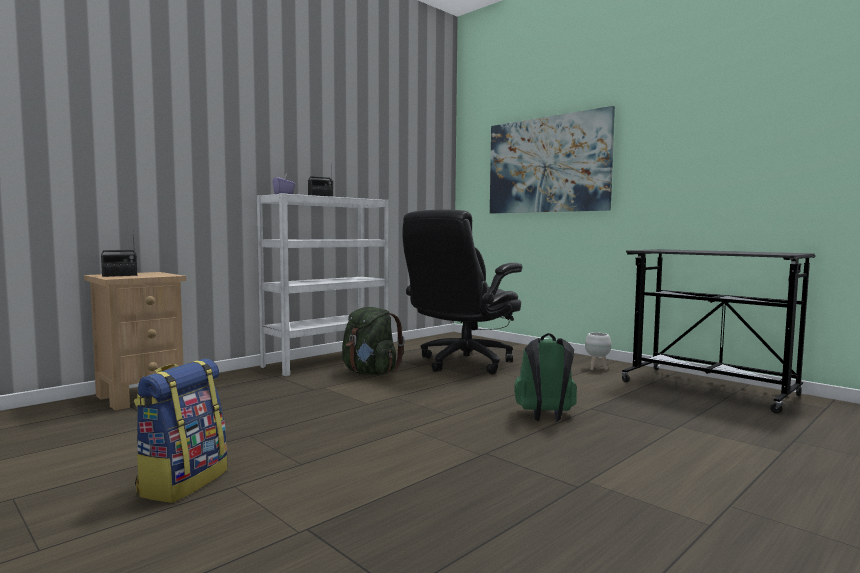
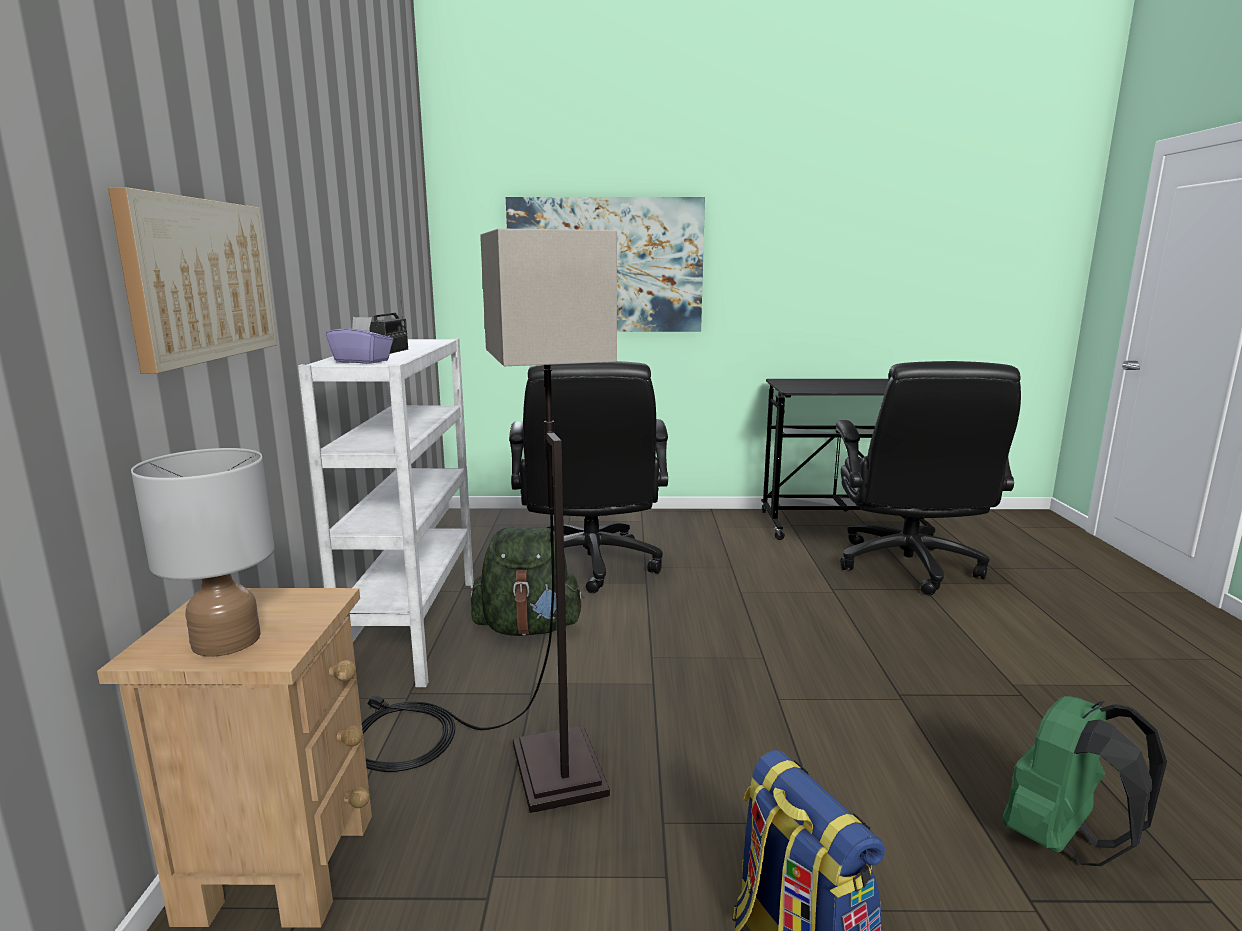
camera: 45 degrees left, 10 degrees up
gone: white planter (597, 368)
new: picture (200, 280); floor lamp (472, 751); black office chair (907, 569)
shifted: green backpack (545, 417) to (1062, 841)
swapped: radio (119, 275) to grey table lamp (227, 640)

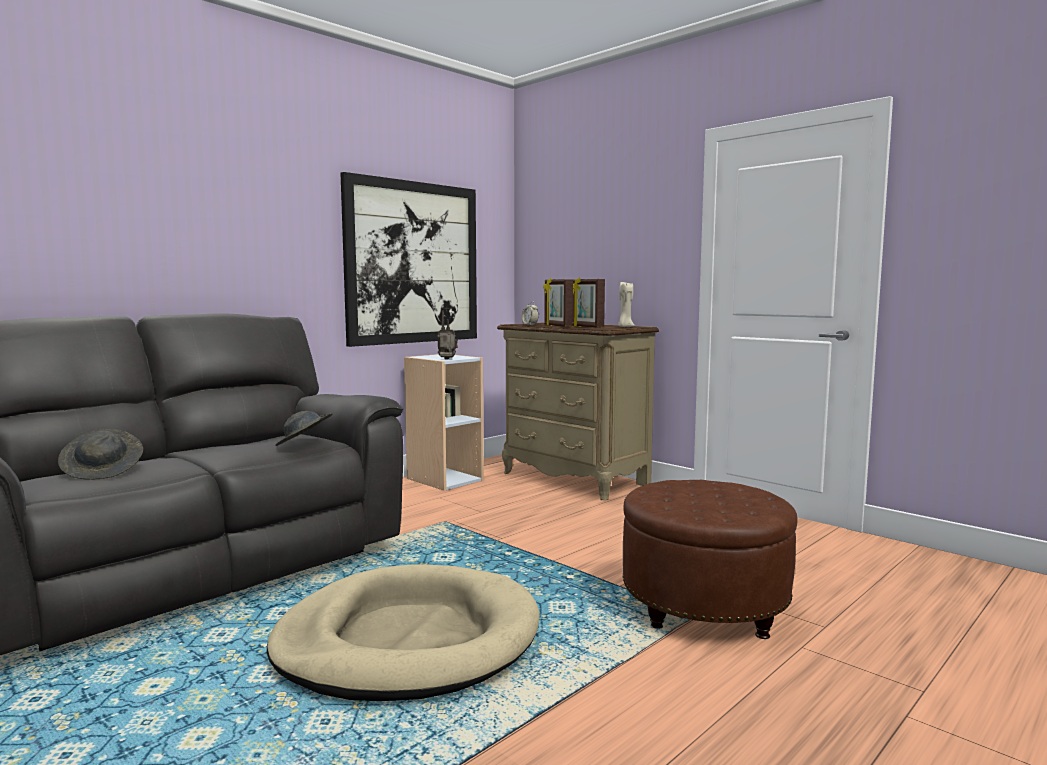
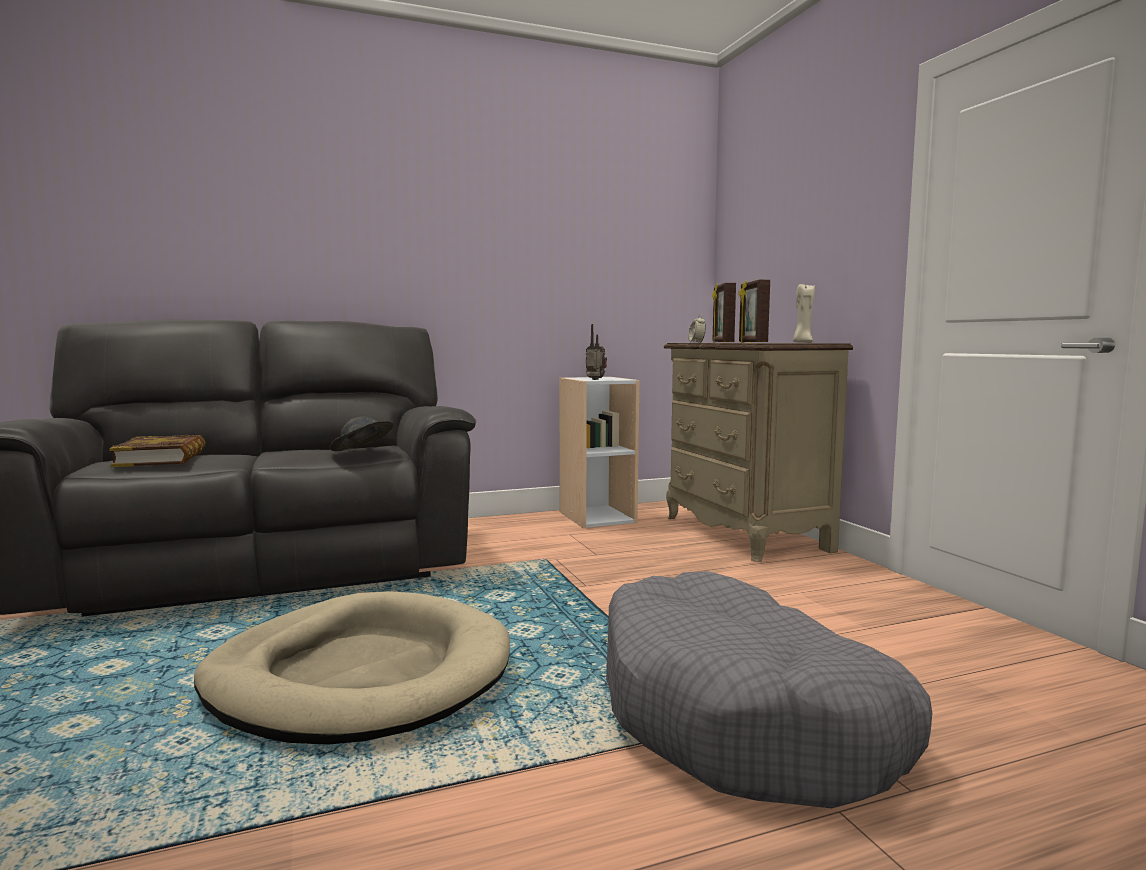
camera: 25 degrees right, 0 degrees up
gone: picture (413, 263)
swapped: grey hat (103, 471) to book (162, 458); brown ottoman (704, 608) to grey dog bed (744, 718)

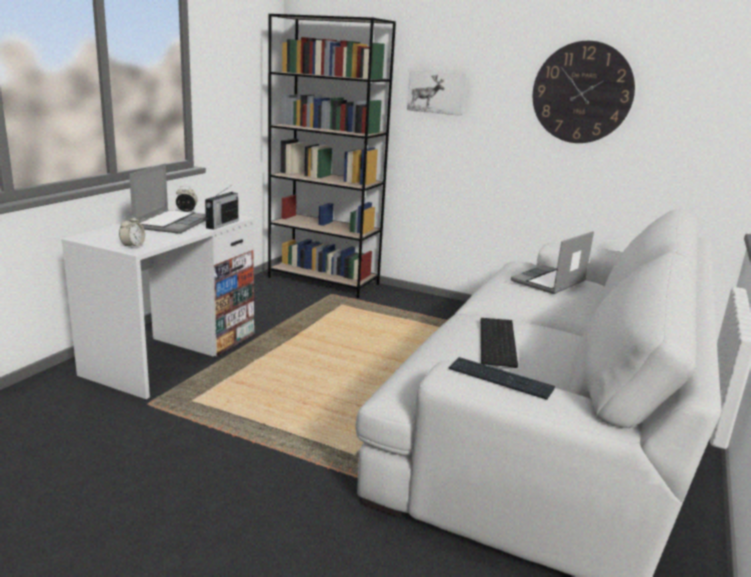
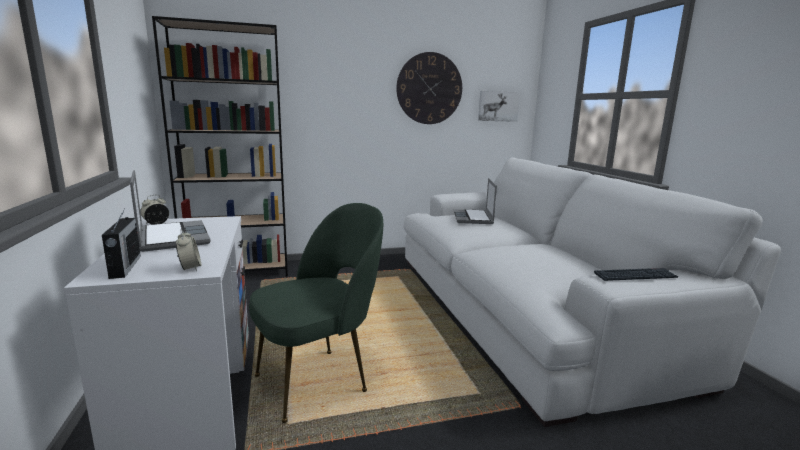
camera: 40 degrees left, 5 degrees down
gone: keyboard (499, 342)
new: green chair (319, 380)
shifted: radio (221, 224) to (125, 267); picture (436, 92) to (498, 106)

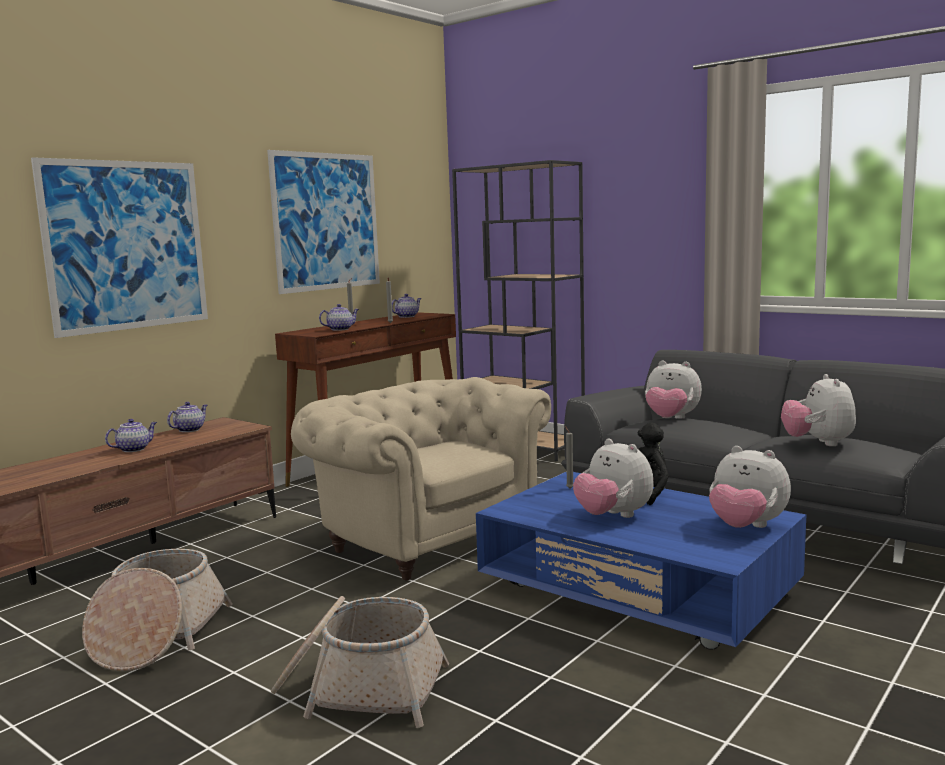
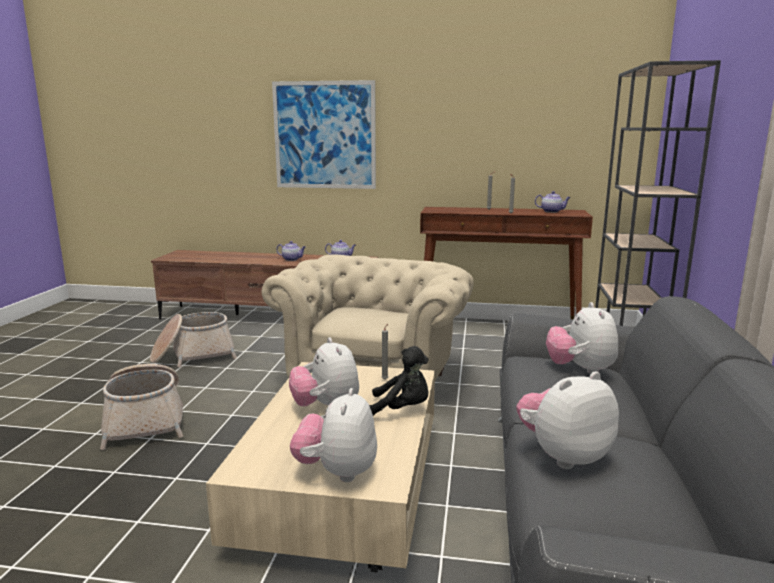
camera: 60 degrees right, 5 degrees up
gone: picture (326, 221); teapot (340, 329)
repainted: blue coffee table (637, 590) to beige coffee table (343, 484)
rotated: plush toy (613, 516) = (326, 407) 45 degrees counterclockwise

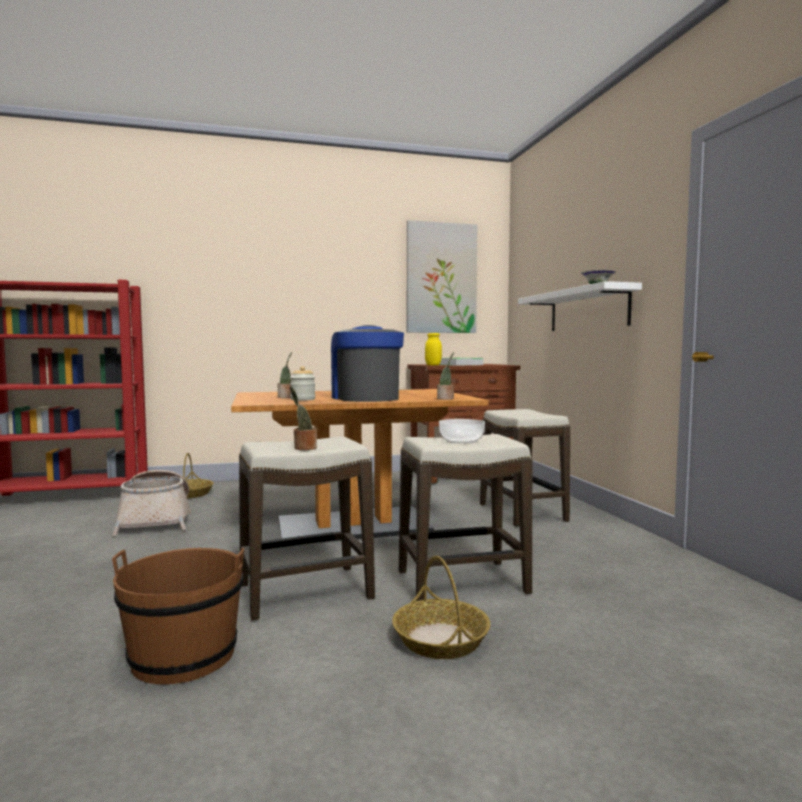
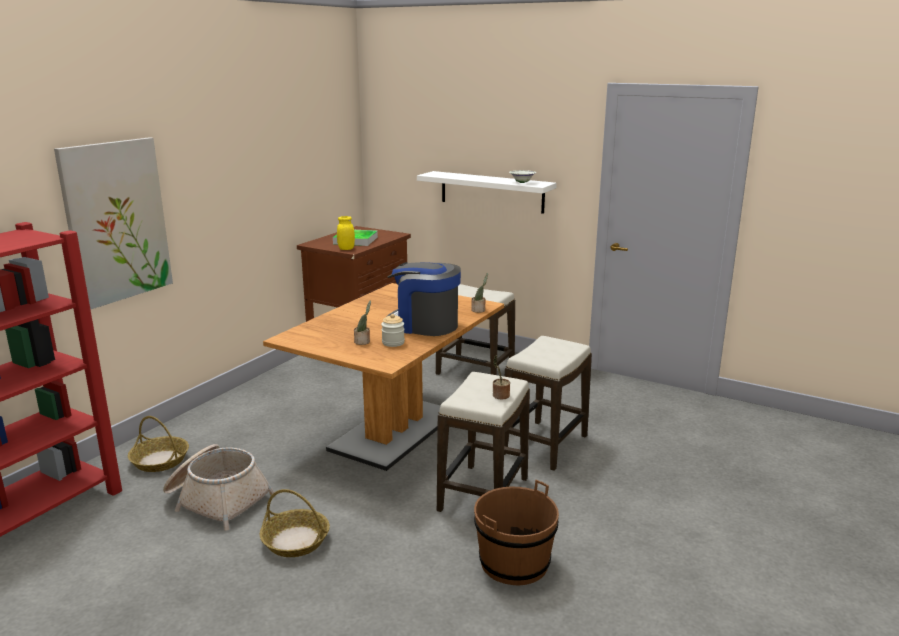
camera: 45 degrees left, 15 degrees up
gone: bowl (461, 441)
shifted: basket (440, 639) to (295, 541); picture (441, 278) to (116, 221)

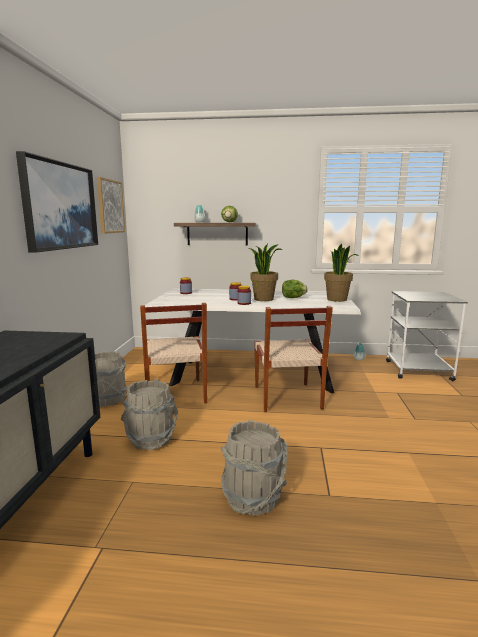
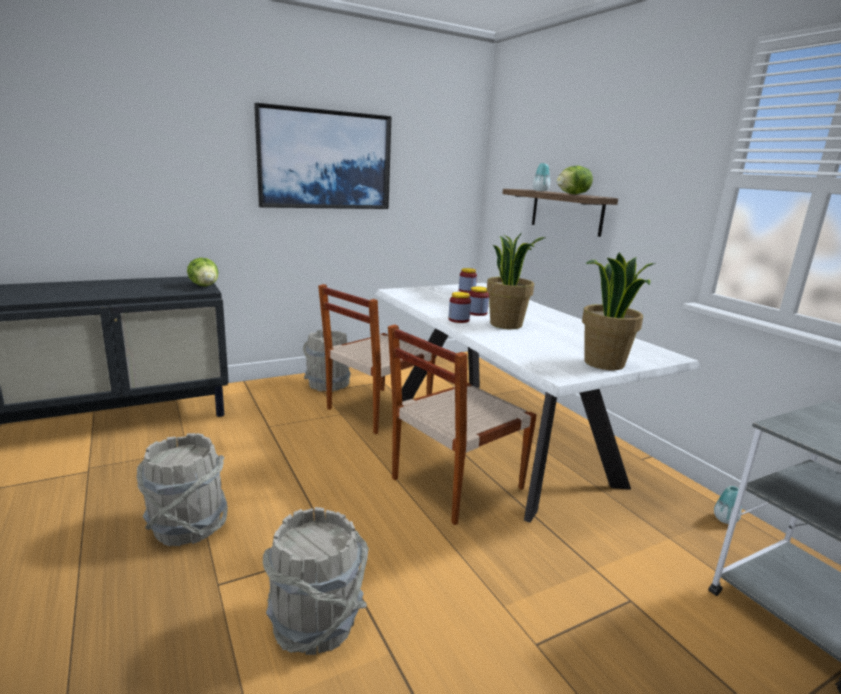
camera: 55 degrees right, 5 degrees up
gone: picture (110, 206)
shifted: grey bucket (151, 439) to (316, 623); lettuce (293, 298) to (204, 286)

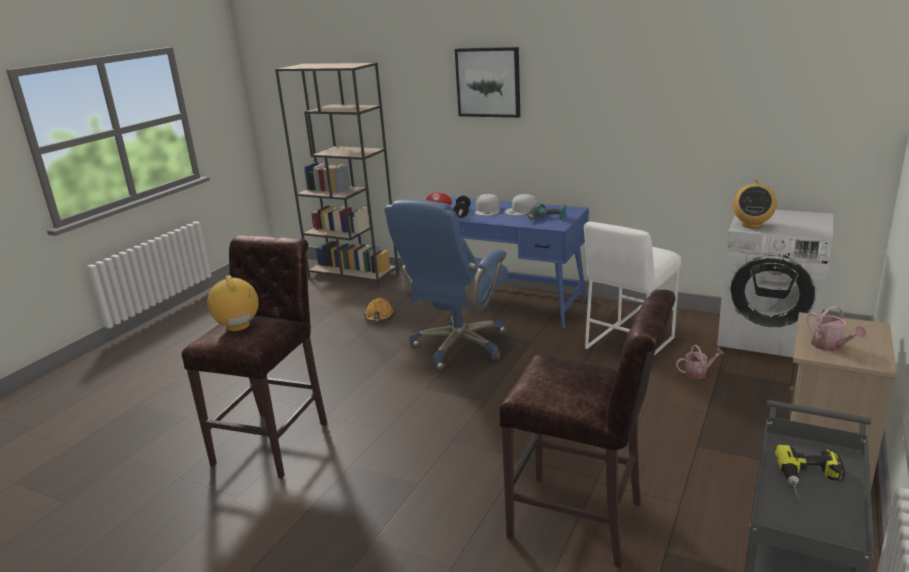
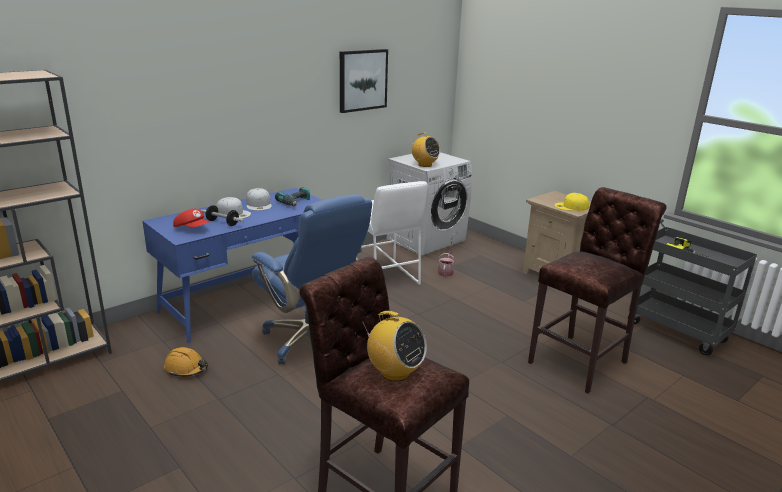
camera: 70 degrees left, 0 degrees up
shifted: picture (488, 82) to (362, 80)
swapped: watering can (830, 346) to yellow cap (571, 206)
rotated: radio (238, 326) = (395, 373) 135 degrees counterclockwise

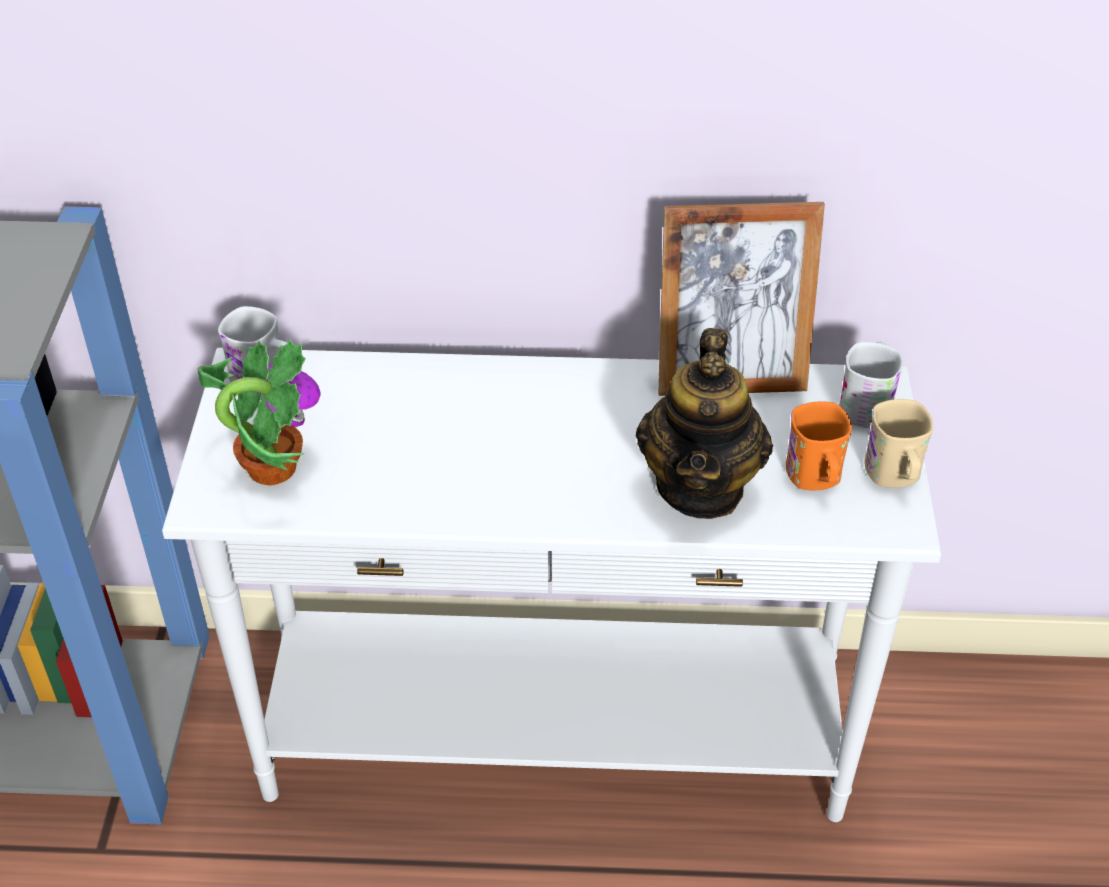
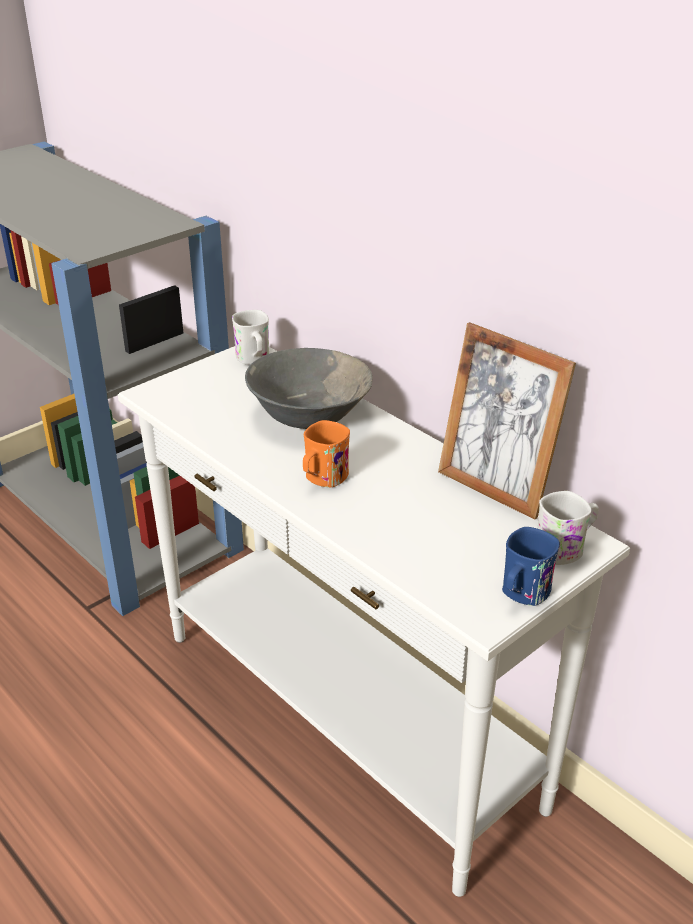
camera: 45 degrees right, 10 degrees down
gone: potted plant (270, 467); teapot (701, 487)
new: grey bowl (309, 415)
shifted: orange mug (816, 479) to (322, 479)
repainted: beige mug (895, 476) to blue mug (522, 594)

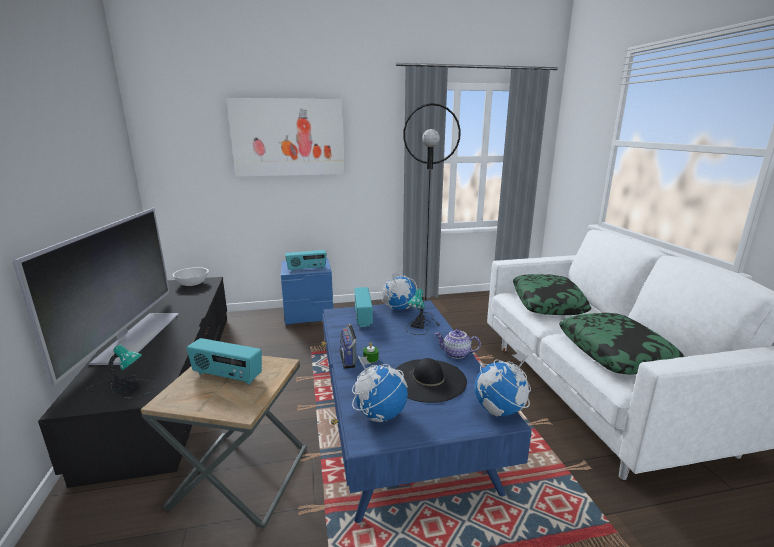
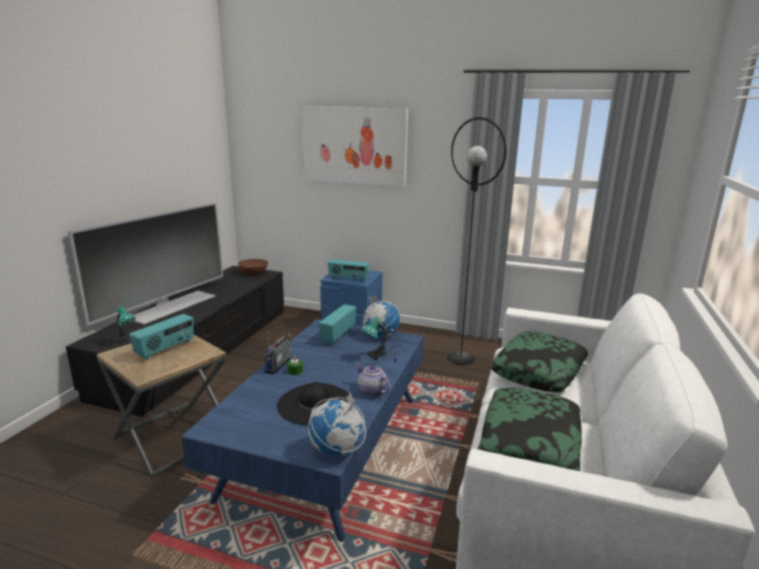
camera: 30 degrees right, 0 degrees up
gone: globe (380, 414)
repainted: white bowl (192, 284) to brown bowl (253, 273)
rotated: radio (227, 376) = (166, 349) 105 degrees counterclockwise

